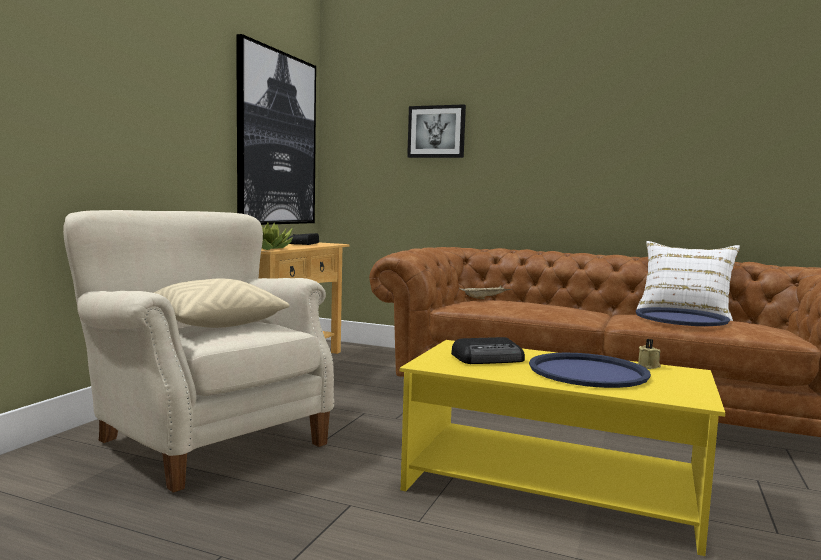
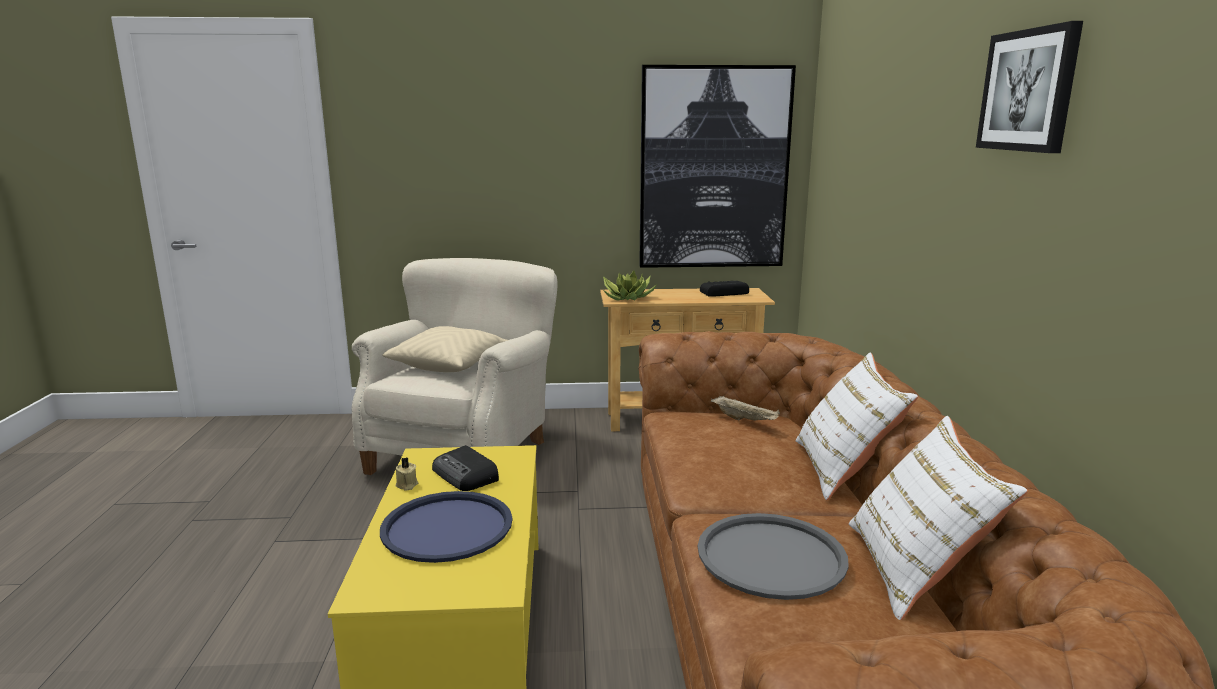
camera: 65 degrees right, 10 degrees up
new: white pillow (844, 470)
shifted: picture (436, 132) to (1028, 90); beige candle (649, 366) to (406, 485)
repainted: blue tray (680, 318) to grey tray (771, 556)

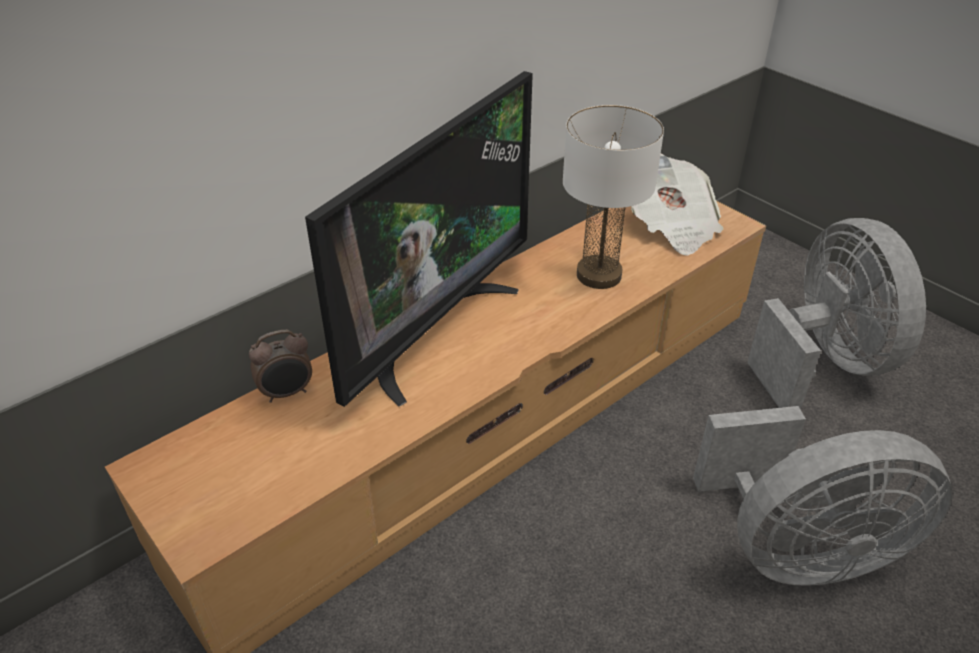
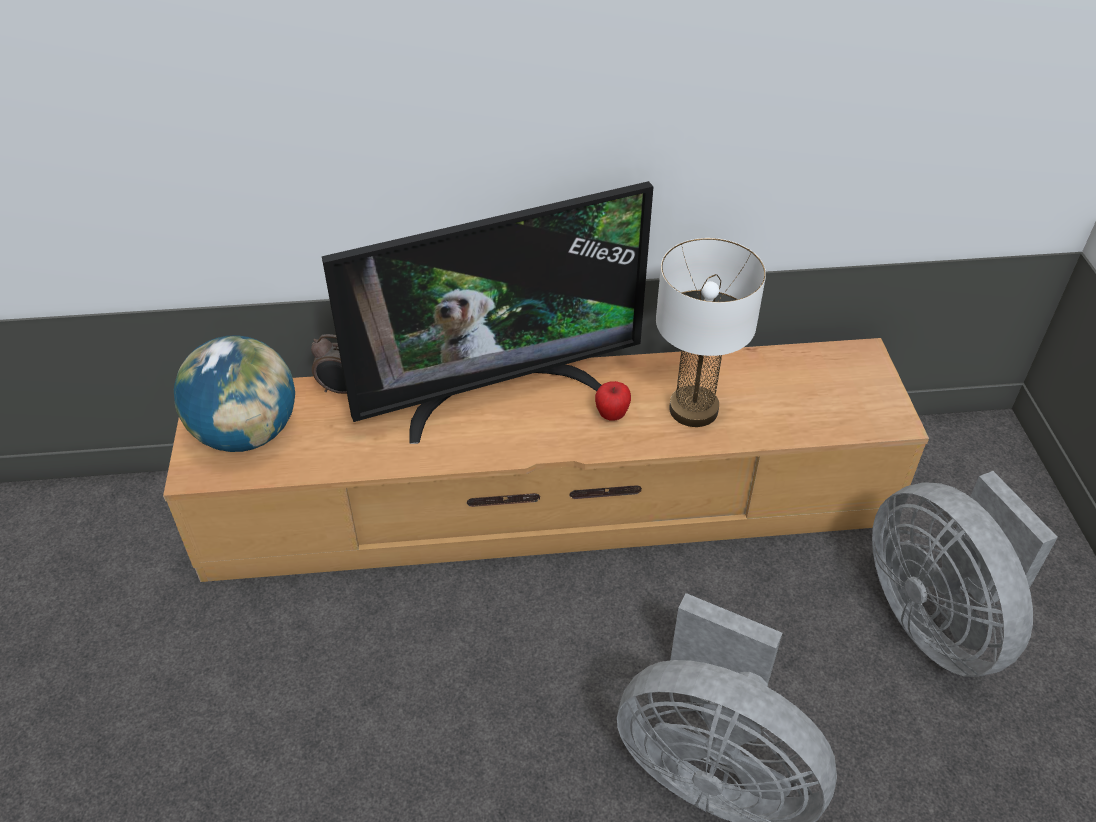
camera: 35 degrees right, 5 degrees up
gone: newspaper (671, 226)
new: globe (247, 433); apple (612, 415)
rotated: grey fan (823, 362) = (937, 619) 135 degrees clockwise

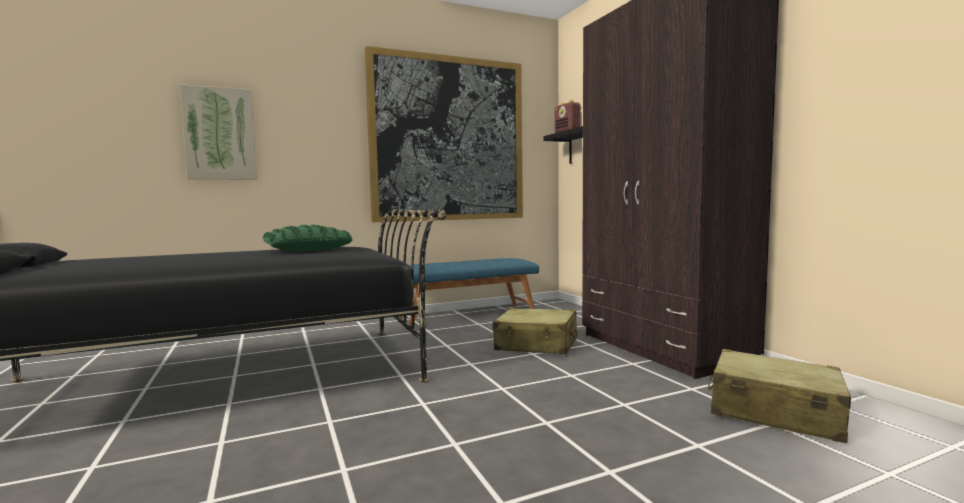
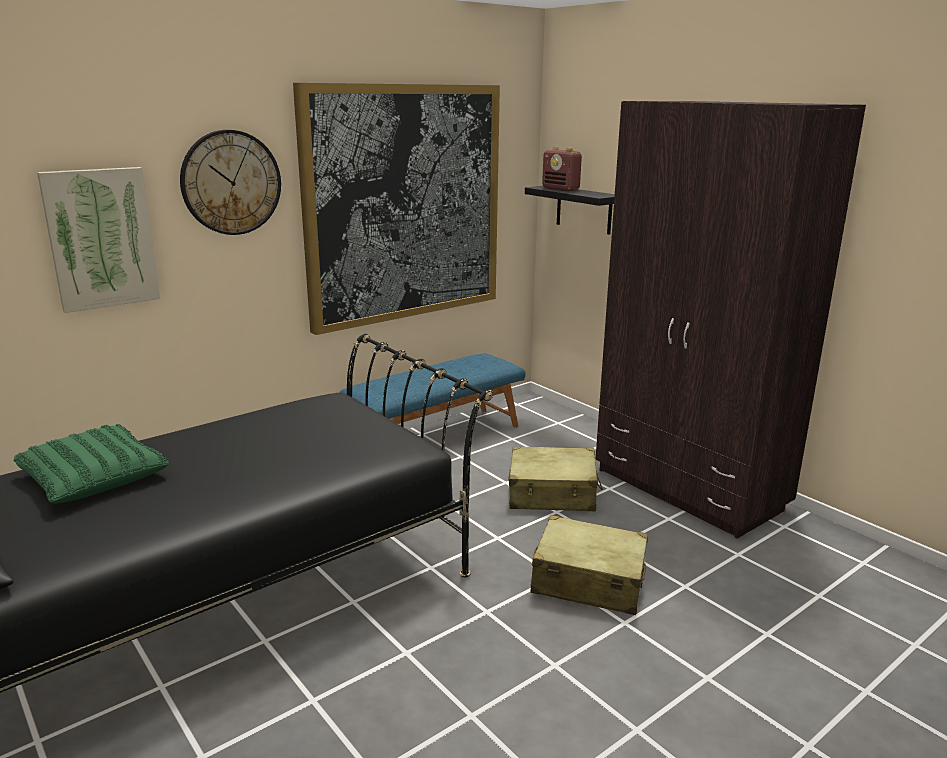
camera: 15 degrees left, 15 degrees up
new: wall clock (231, 183)
shifted: green pillow (306, 250) to (93, 476); beige suitcase (774, 412) to (588, 581)

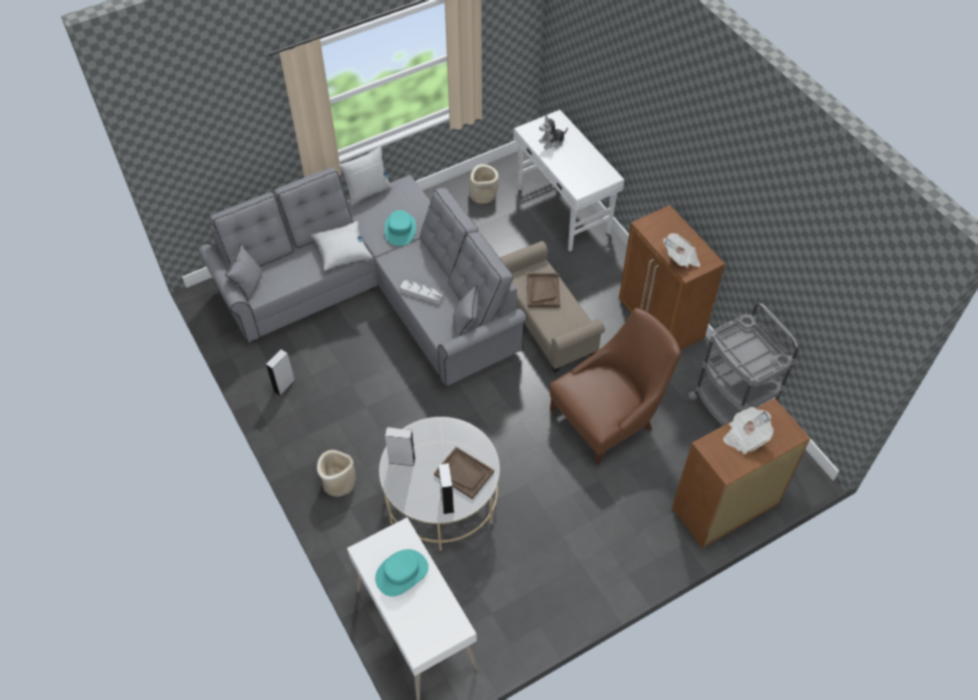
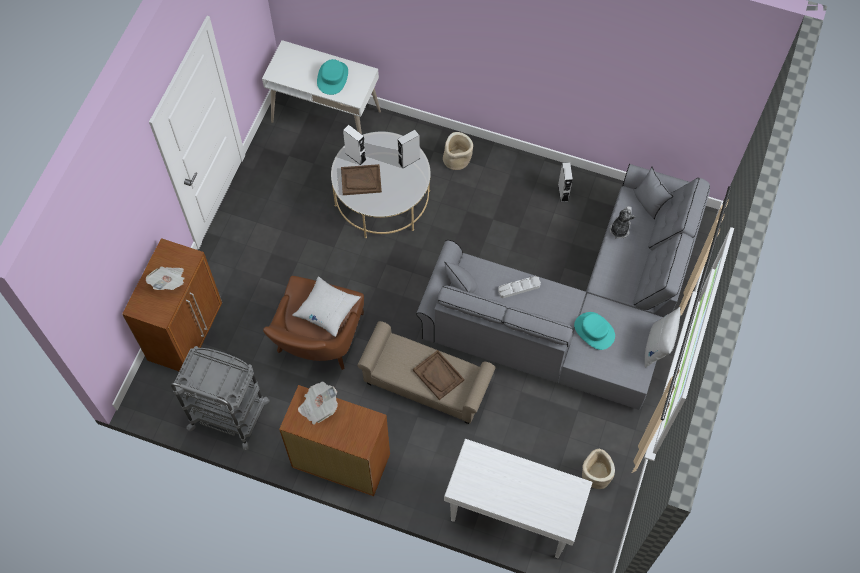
camera: 140 degrees right, 10 degrees up
shifted: grey pillow (342, 252) to (327, 310); plush toy (552, 142) to (619, 229)

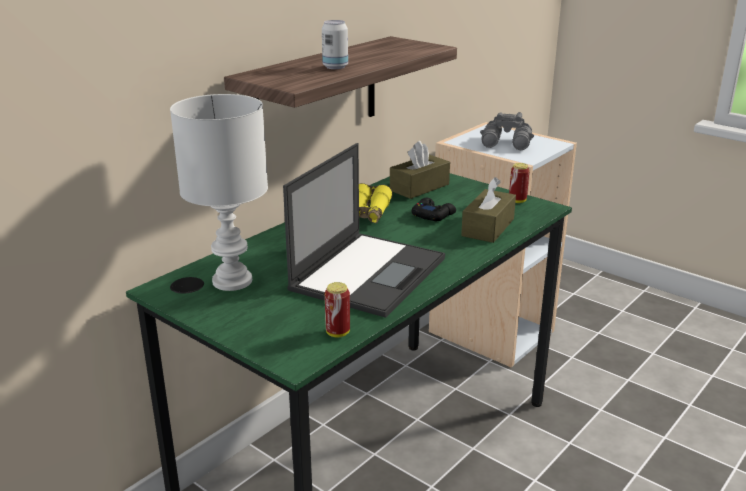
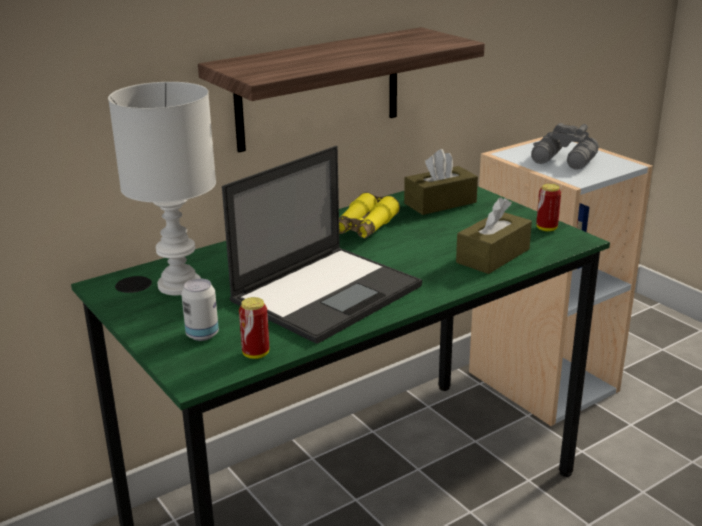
camera: 15 degrees right, 0 degrees up
gone: black game controller (433, 215)
shifted: can (335, 67) to (202, 335)

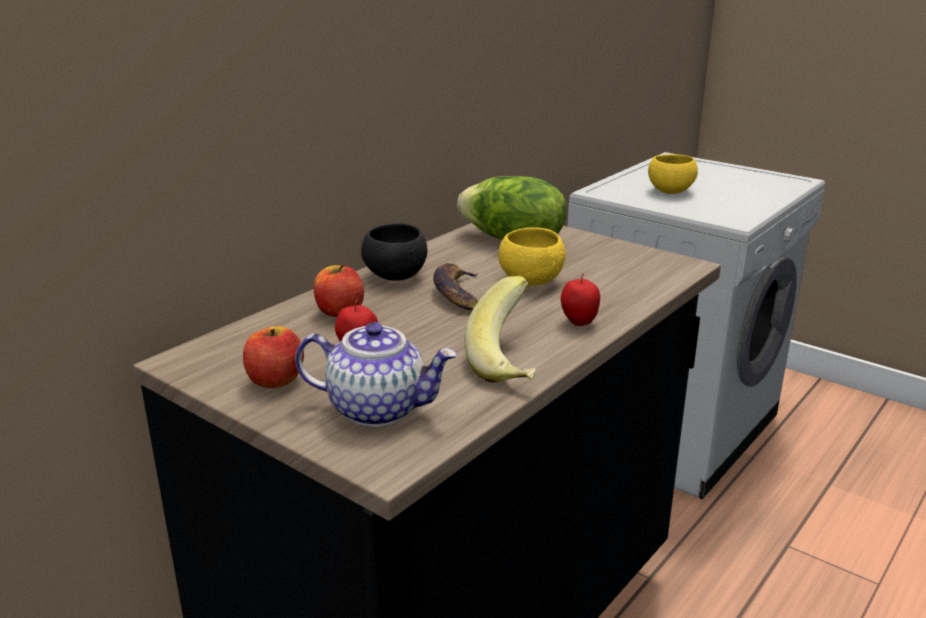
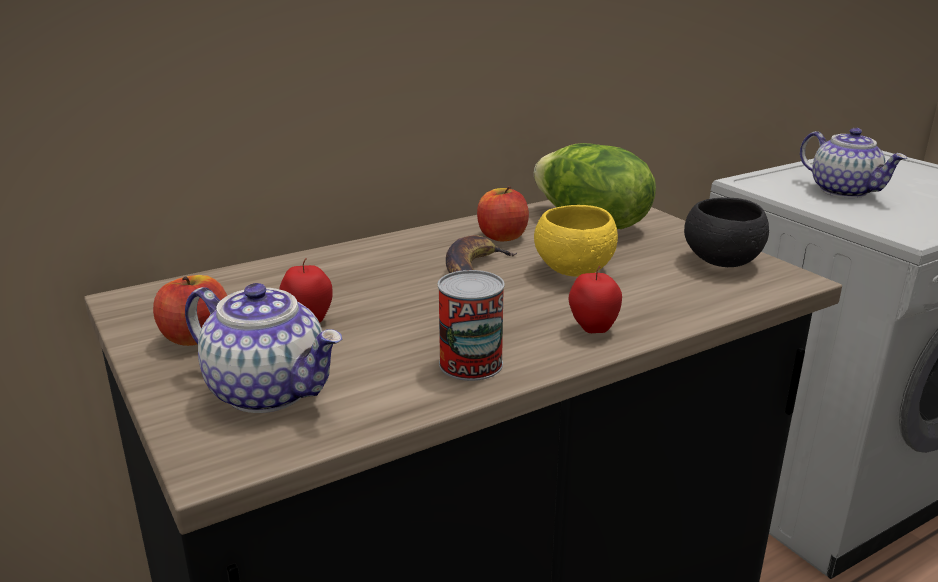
camera: 20 degrees right, 0 degrees up
shifted: apple (340, 312) to (502, 236); black bowl (395, 276) to (721, 262)
swapped: banana (512, 362) to can (470, 364); yellow bowl (670, 191) to teapot (844, 191)

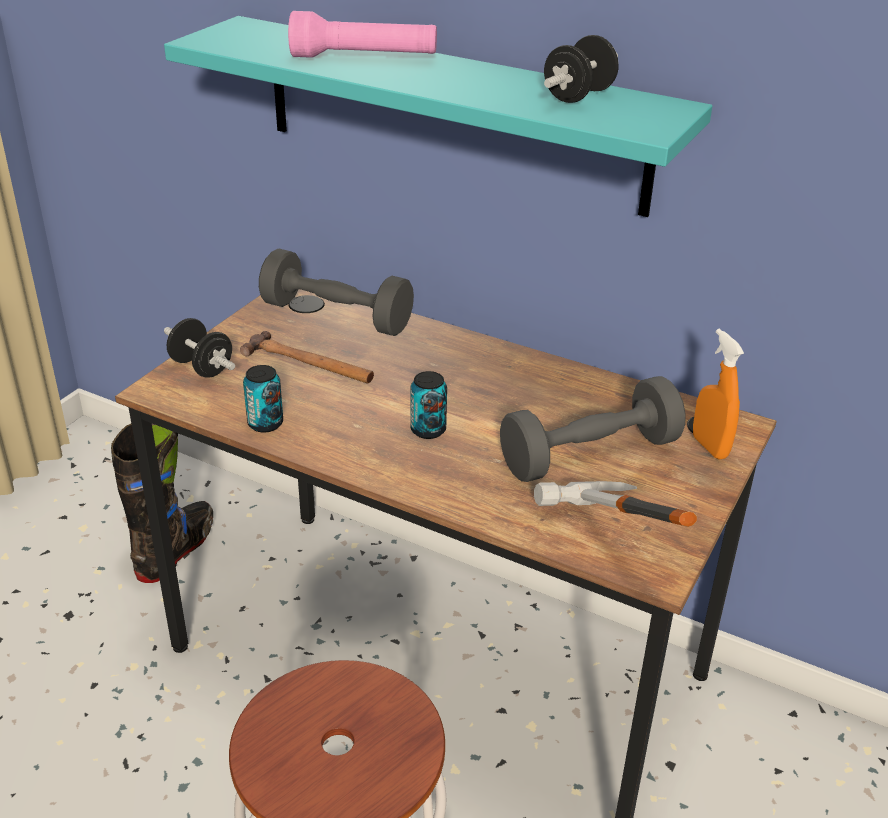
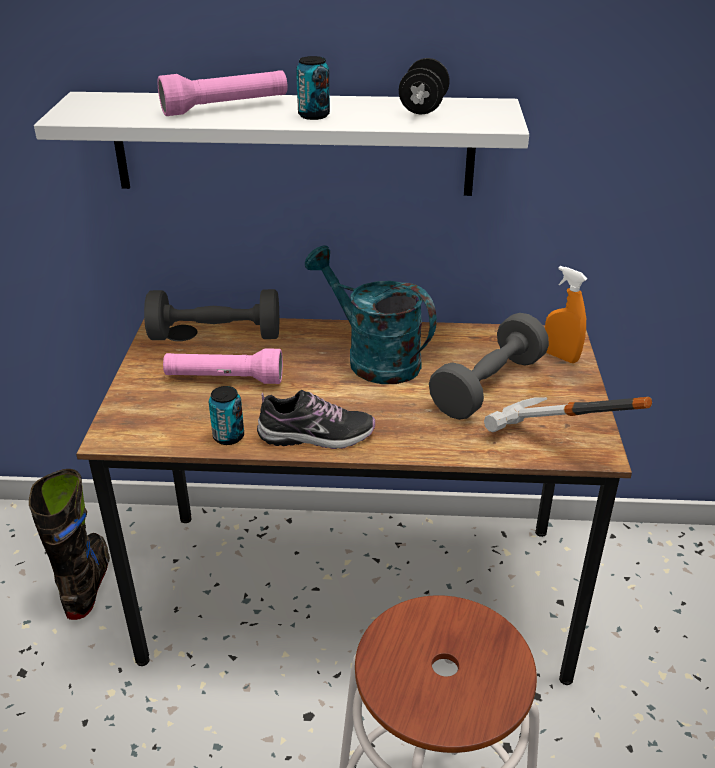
camera: 25 degrees left, 0 degrees up
gone: black dumbbell (202, 367)
new: shoe (316, 435); turquoise watering can (373, 358)
shifted: can (428, 430) to (314, 115)
swapped: hammer (309, 364) to pink flashlight (224, 379)
repainted: turquoise shelf (451, 114) to white shelf (293, 144)

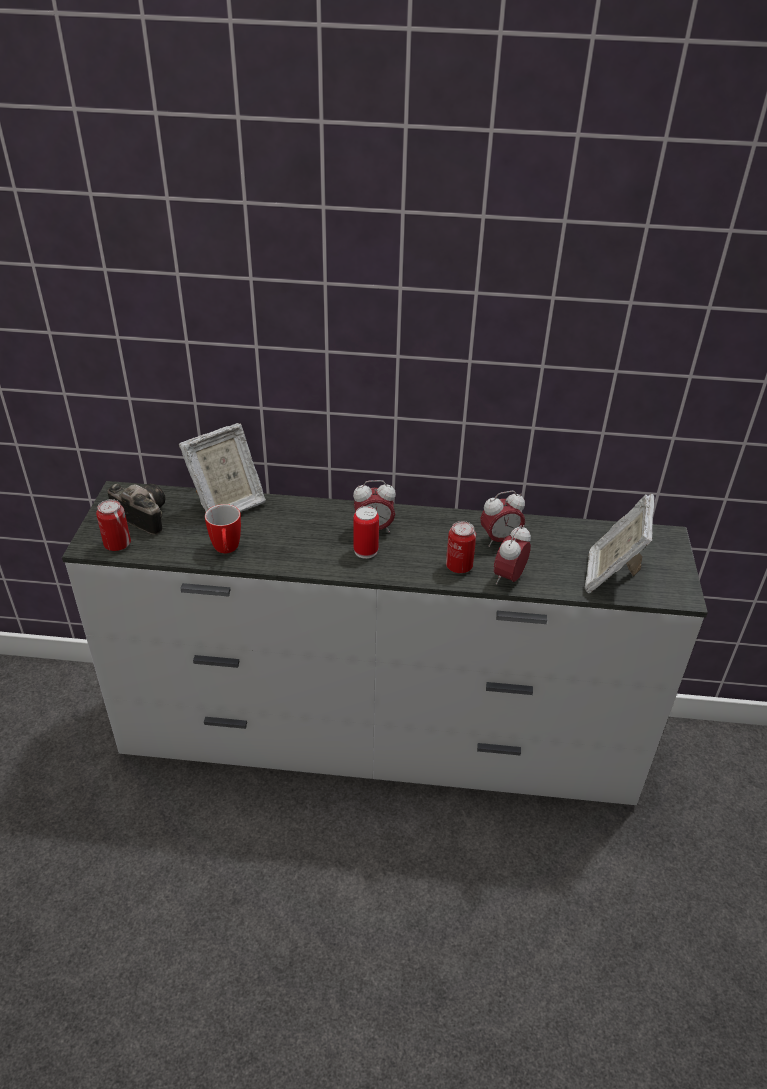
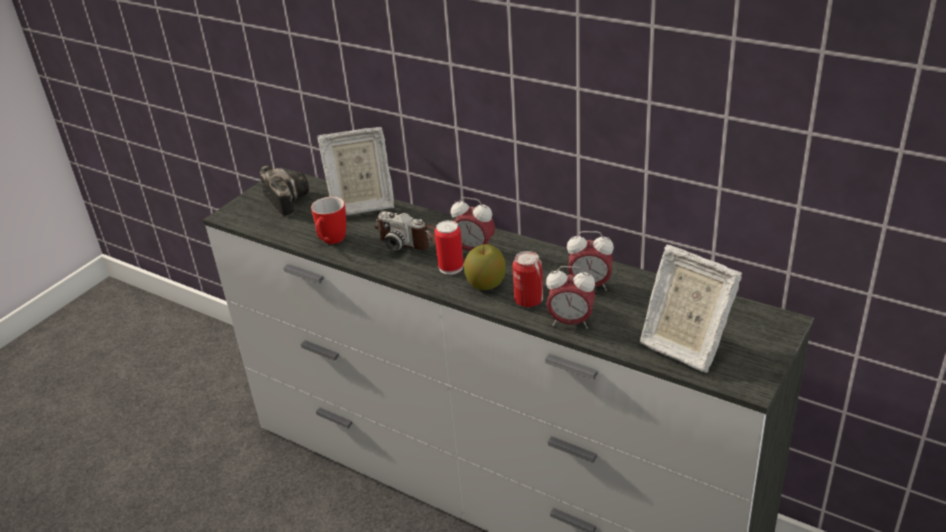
camera: 30 degrees right, 5 degrees down
gone: can (117, 544)
new: photo camera (409, 238); apple (486, 284)
rotated: alarm clock (509, 577) = (570, 322) 135 degrees counterclockwise; picture frame (611, 575) = (683, 345) 90 degrees counterclockwise

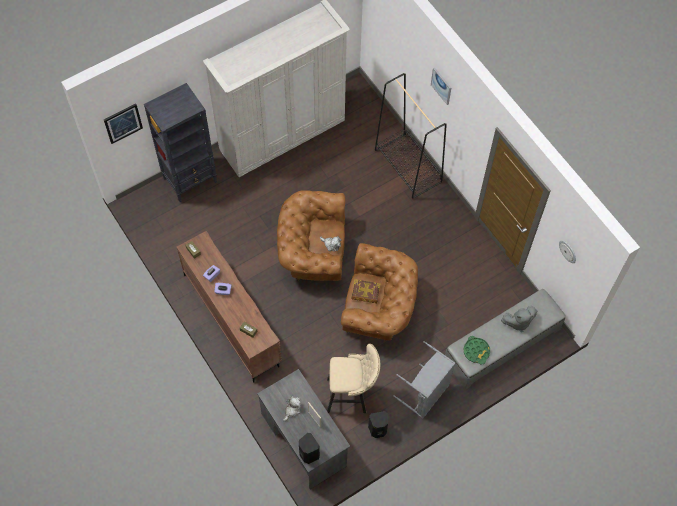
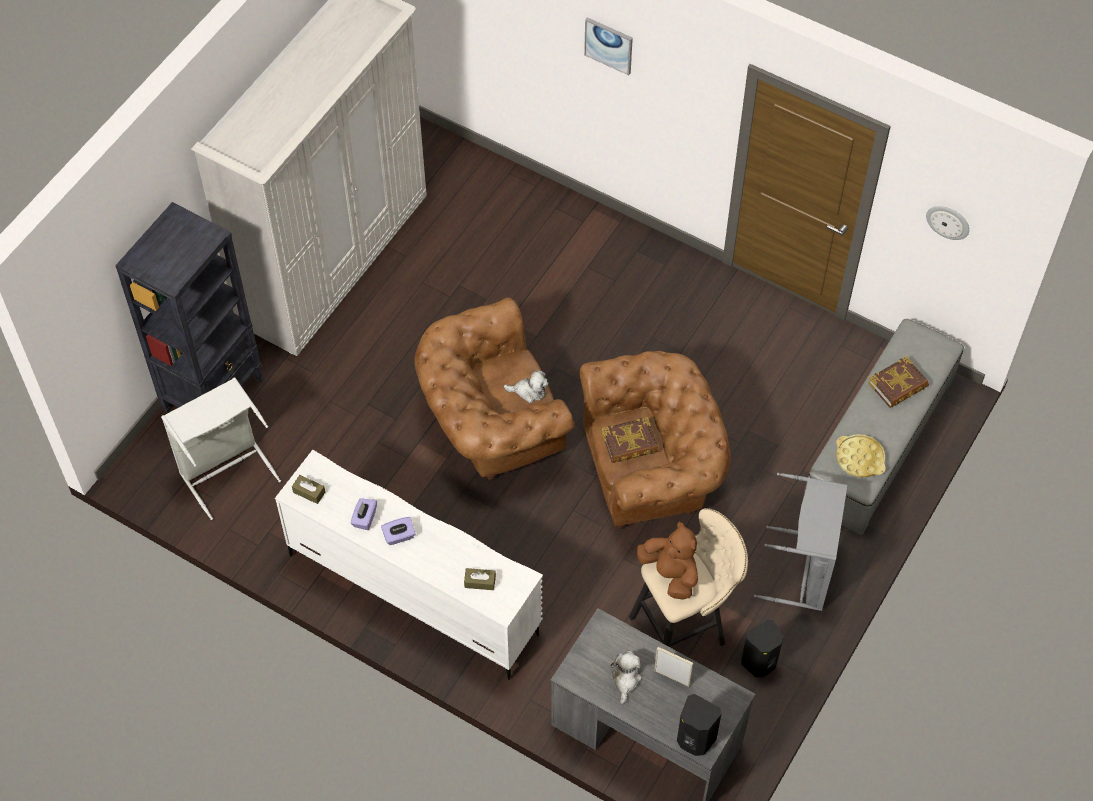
camera: 25 degrees left, 5 degrees down
gone: picture (123, 123); black clothes rack (408, 166)
new: grey laundry basket (225, 469); brown plush toy (670, 573)
swapped: grey plush toy (518, 322) to book (898, 385)
repainted: brown dresser (232, 319) to white dresser (413, 592); green tray (476, 351) to yellow tray (859, 458)

